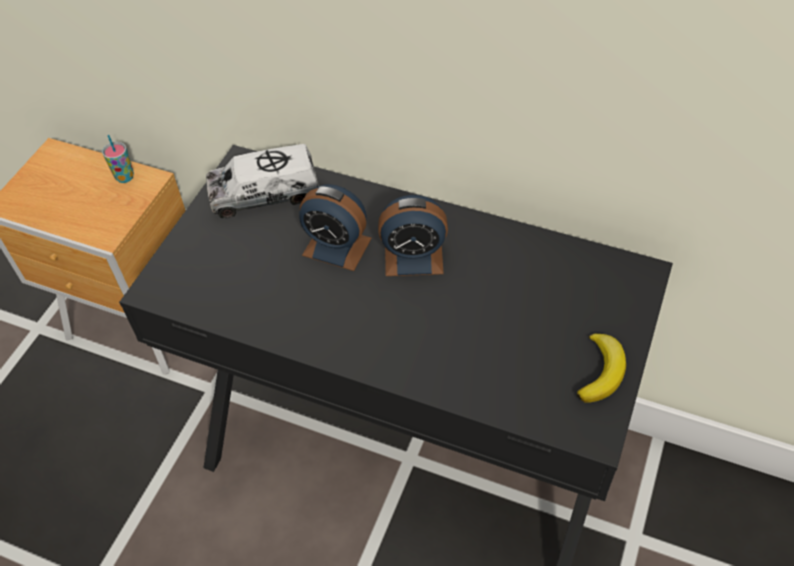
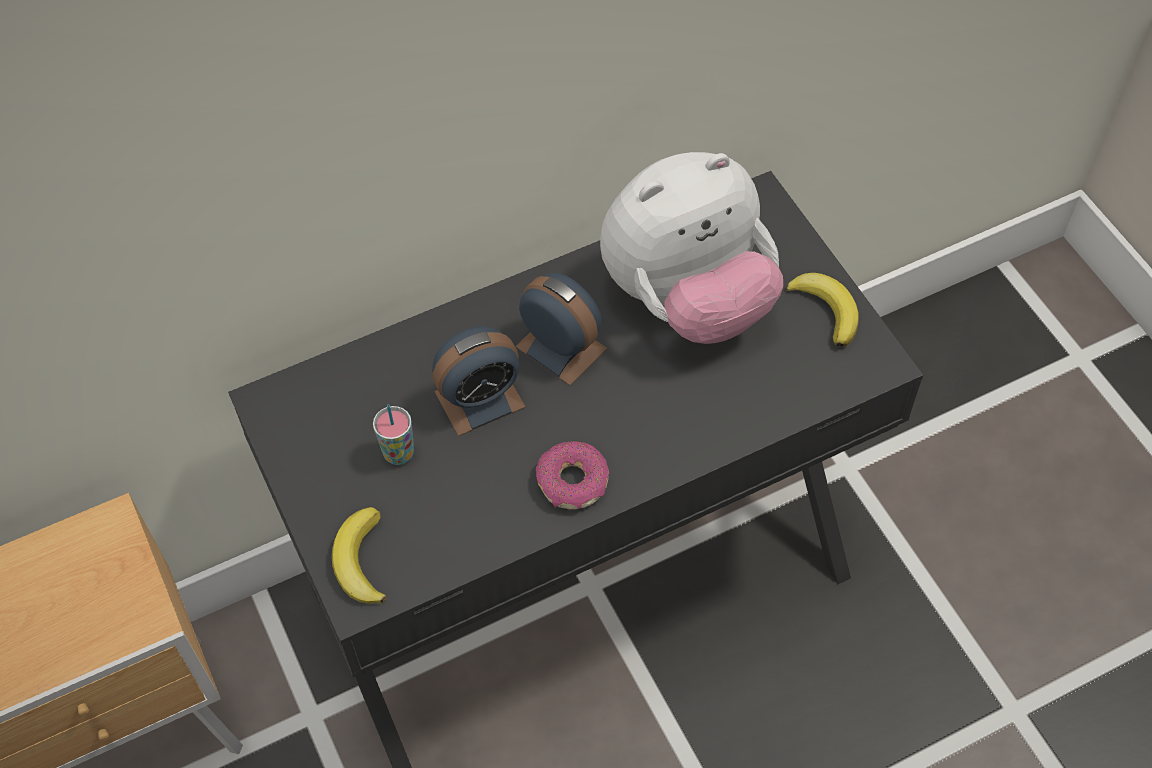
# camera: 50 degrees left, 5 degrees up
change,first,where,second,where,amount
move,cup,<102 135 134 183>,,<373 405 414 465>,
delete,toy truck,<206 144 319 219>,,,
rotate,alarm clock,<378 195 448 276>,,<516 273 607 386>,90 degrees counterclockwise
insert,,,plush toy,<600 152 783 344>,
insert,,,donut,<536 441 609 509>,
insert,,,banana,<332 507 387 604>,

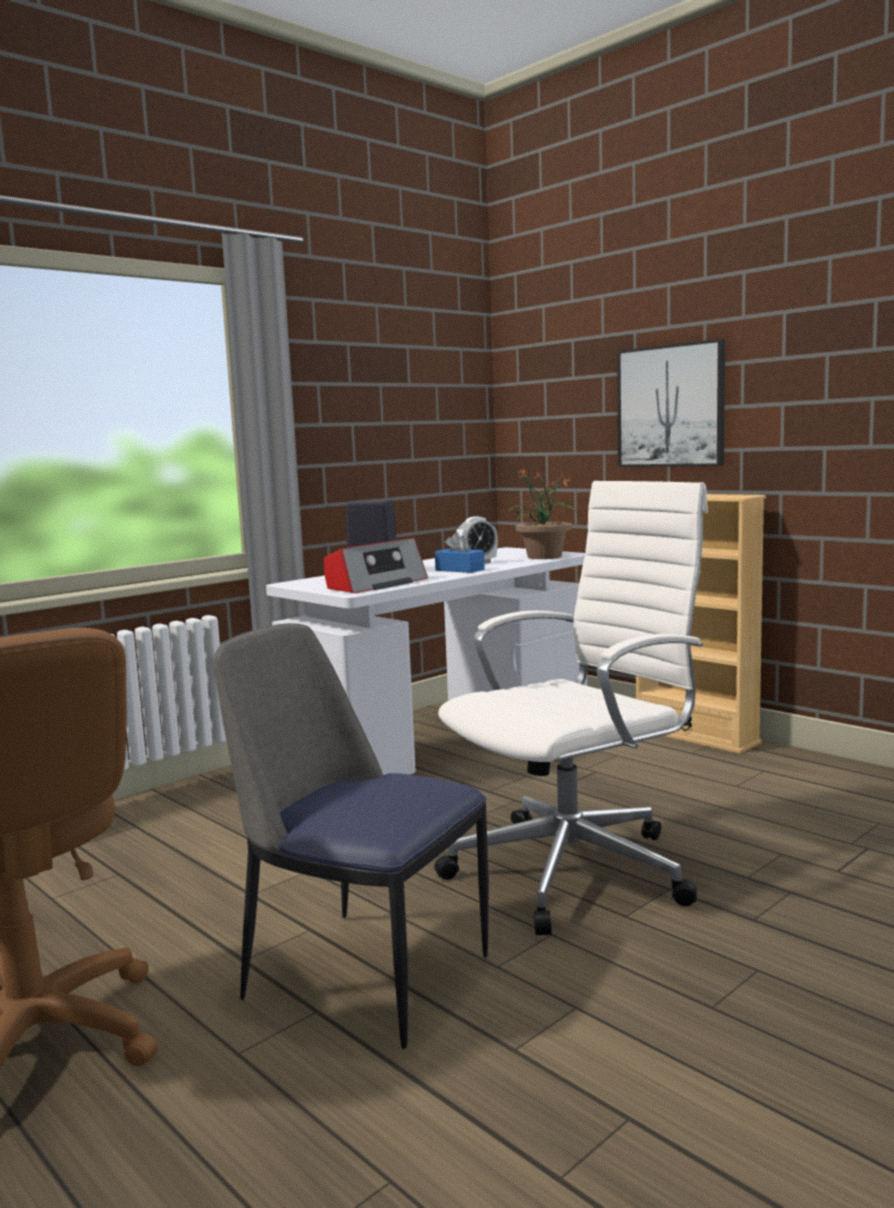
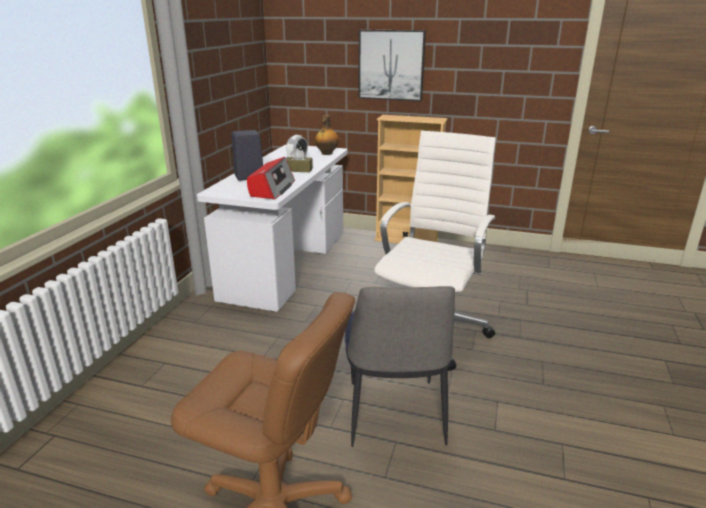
# camera: 30 degrees left, 15 degrees up
change,first,where,second,where,amount
replace,potted plant,<509 468 578 559>,bottle,<315 115 339 155>,
recolor,blue tissue box,<435 532 485 573>,brown tissue box,<286 148 313 172>,
rotate,chair,<213 623 489 1049>,,<345 286 455 447>,90 degrees counterclockwise

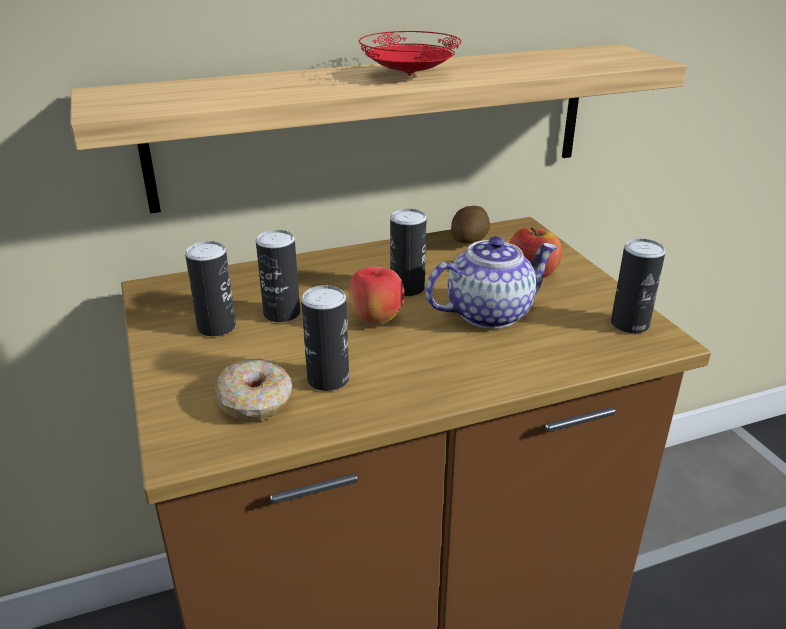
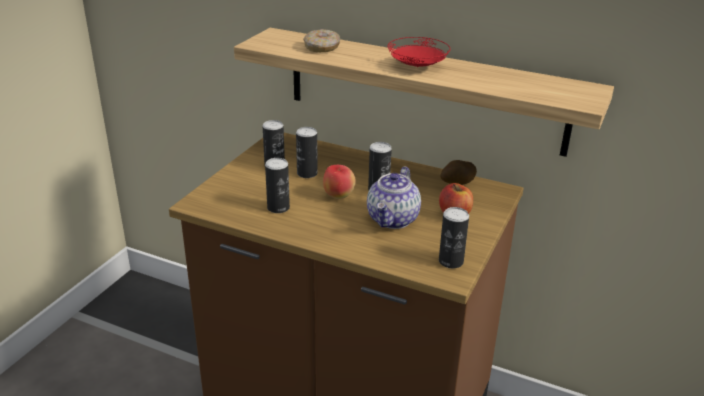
# camera: 45 degrees right, 0 degrees up
change,first,where,second,where,amount
rotate,teapot,<425 236 558 329>,,<367 166 421 229>,90 degrees clockwise
move,donut,<215 359 292 421>,,<303 29 340 52>,

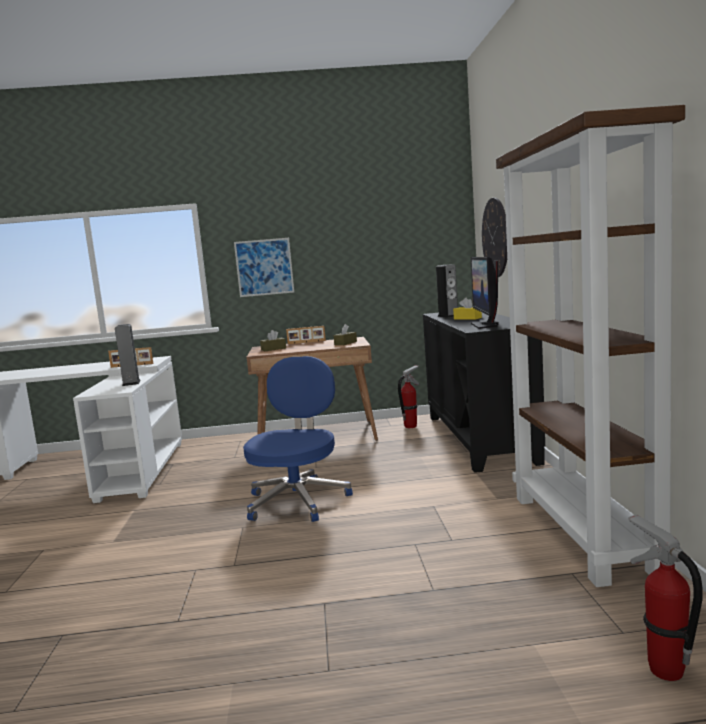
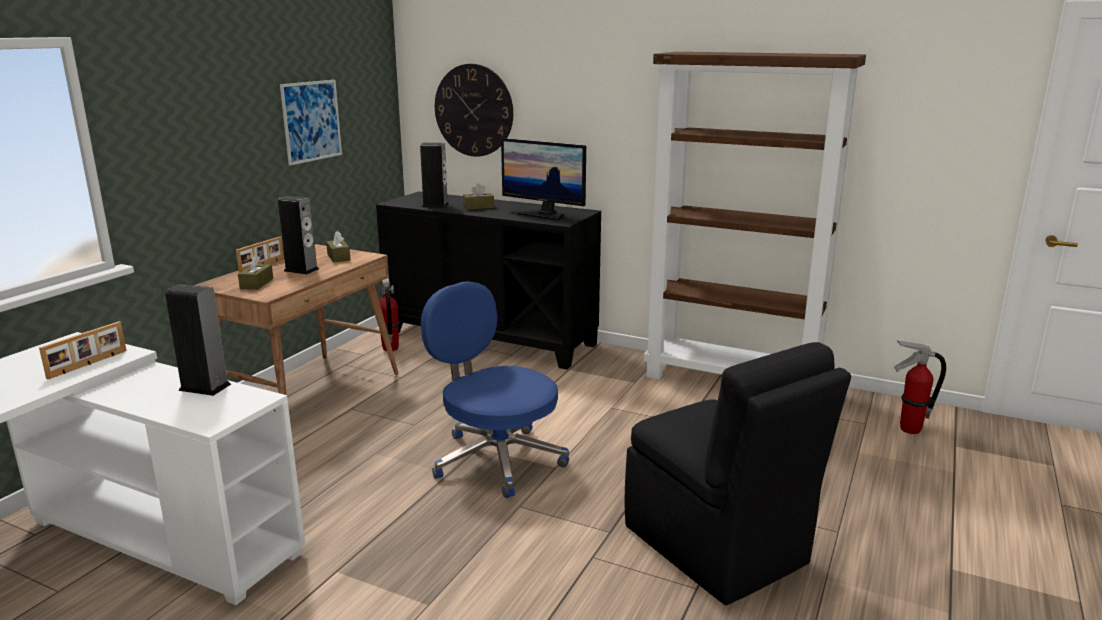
# camera: 60 degrees left, 10 degrees up
change,first,where,second,where,amount
move,picture,<234 238 294 297>,,<280 80 342 165>,
recolor,yellow tissue box,<453 298 482 320>,brown tissue box,<463 183 494 210>,
insert,,,speaker,<278 196 319 274>,
insert,,,black chair,<625 342 851 605>,

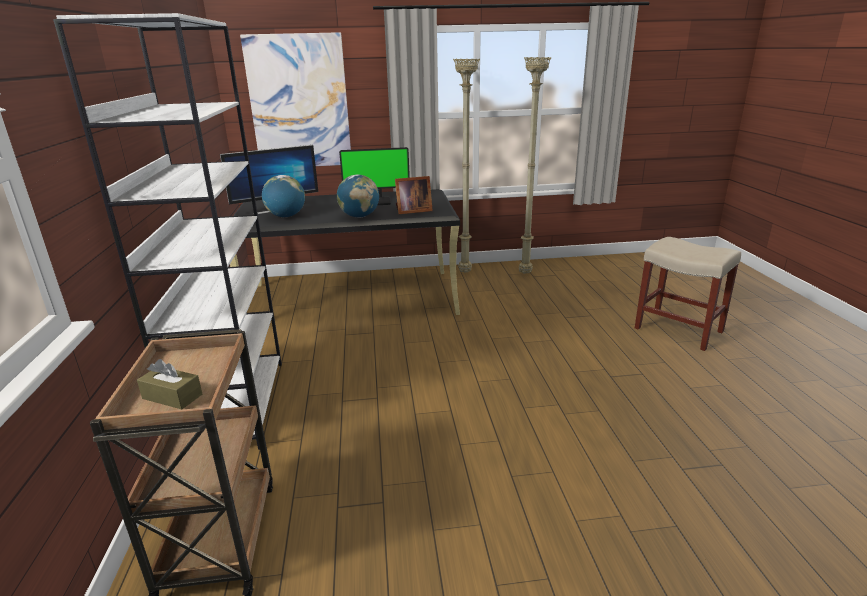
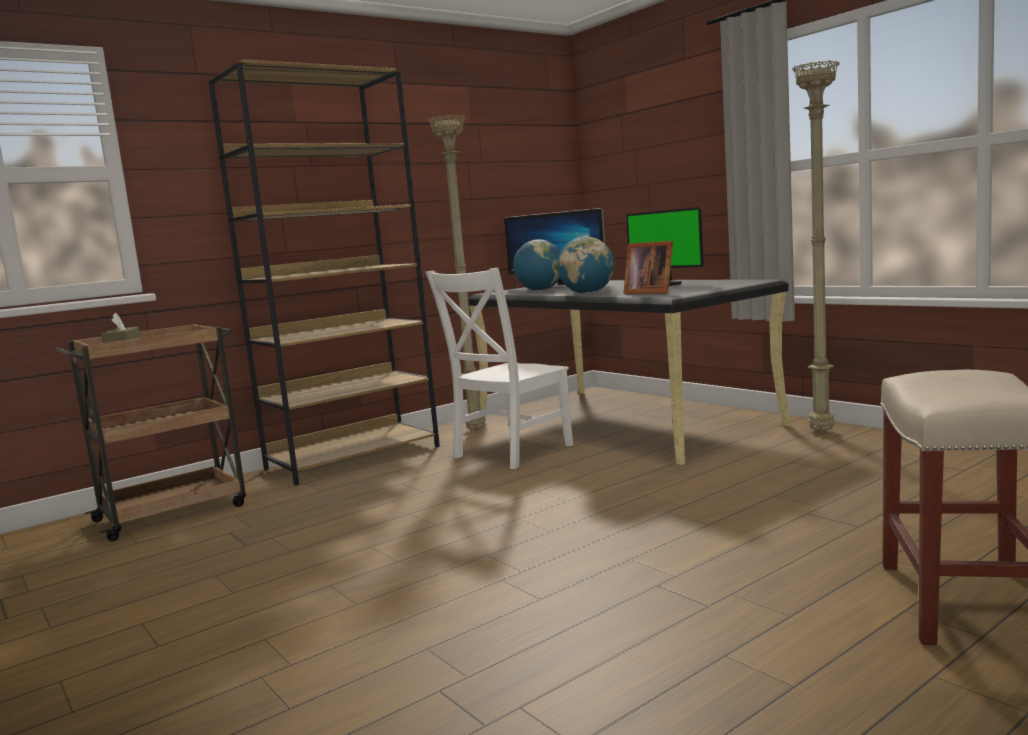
# camera: 60 degrees right, 15 degrees down
change,first,where,second,where,amount
recolor,white bookcase,<53 13 282 450>,brown bookcase,<208 59 440 486>,
delete,picture,<240 32 351 166>,,,
move,beige floor lamp,<519 57 552 274>,,<428 115 486 430>,
insert,,,white chair,<425 268 573 469>,

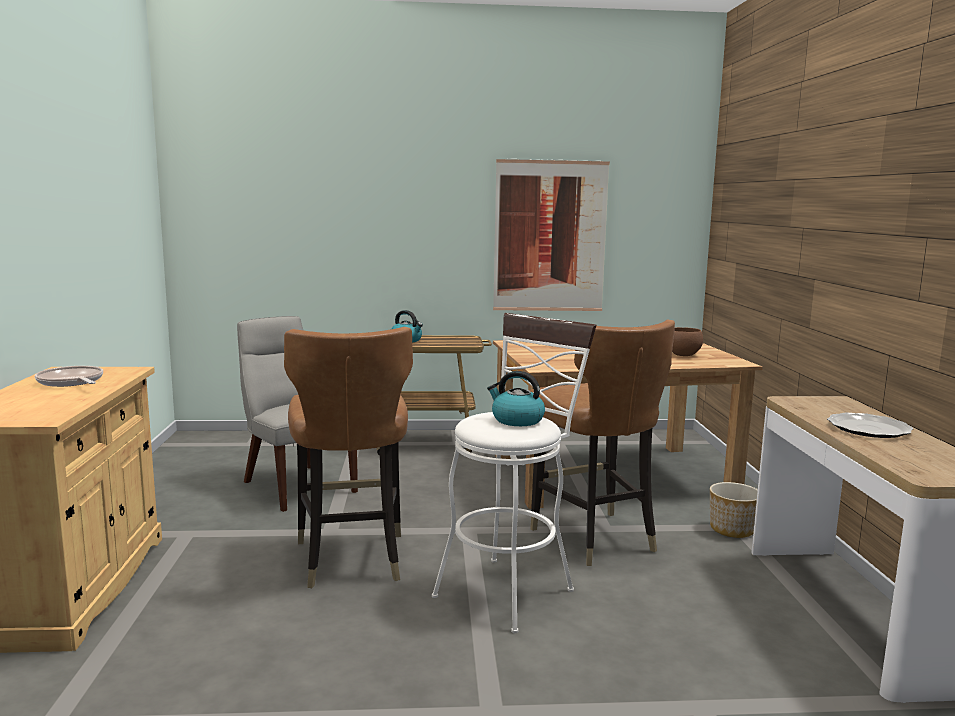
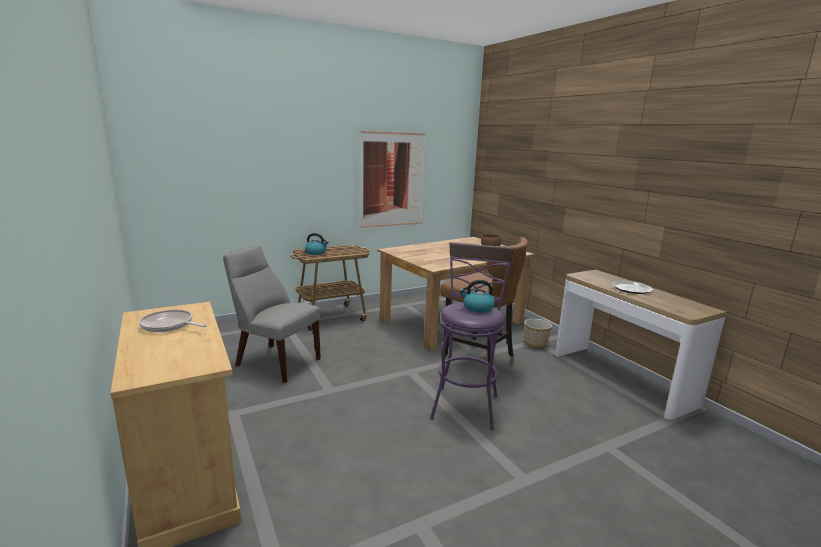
# camera: 25 degrees left, 5 degrees up
change,first,where,second,where,amount
recolor,white stool,<432 313 596 633>,purple stool,<430 242 514 430>,
delete,brown chair,<284 327 413 588>,,,

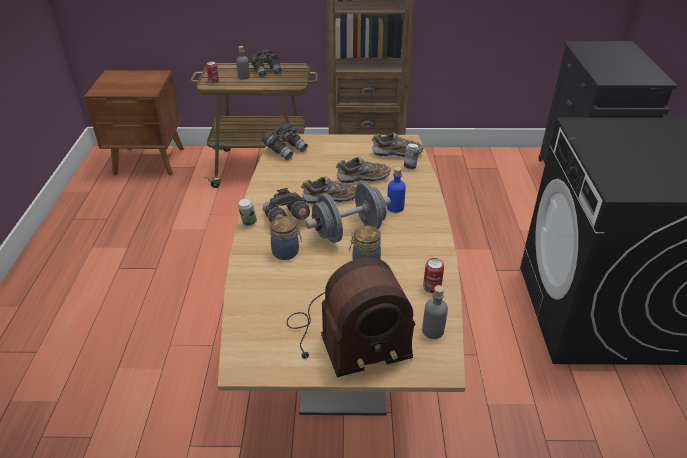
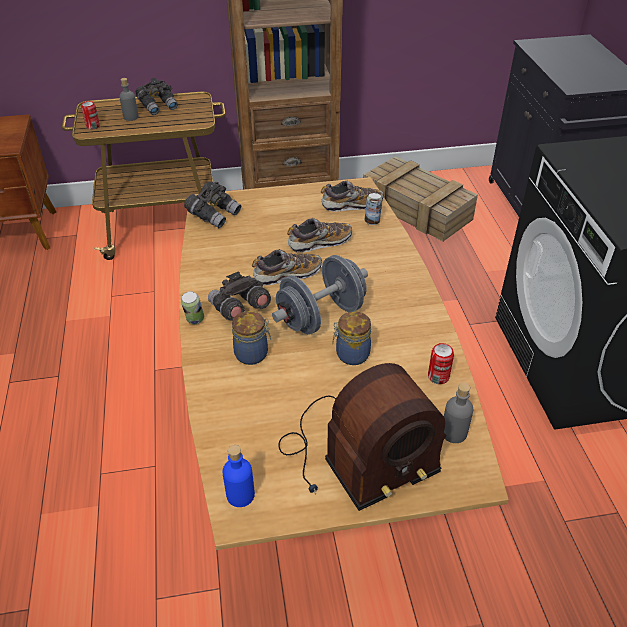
# camera: 10 degrees left, 5 degrees up
change,first,where,second,where,amount
move,blue bottle,<387 167 406 213>,,<222 445 255 507>,
insert,,,crate,<363 156 478 241>,

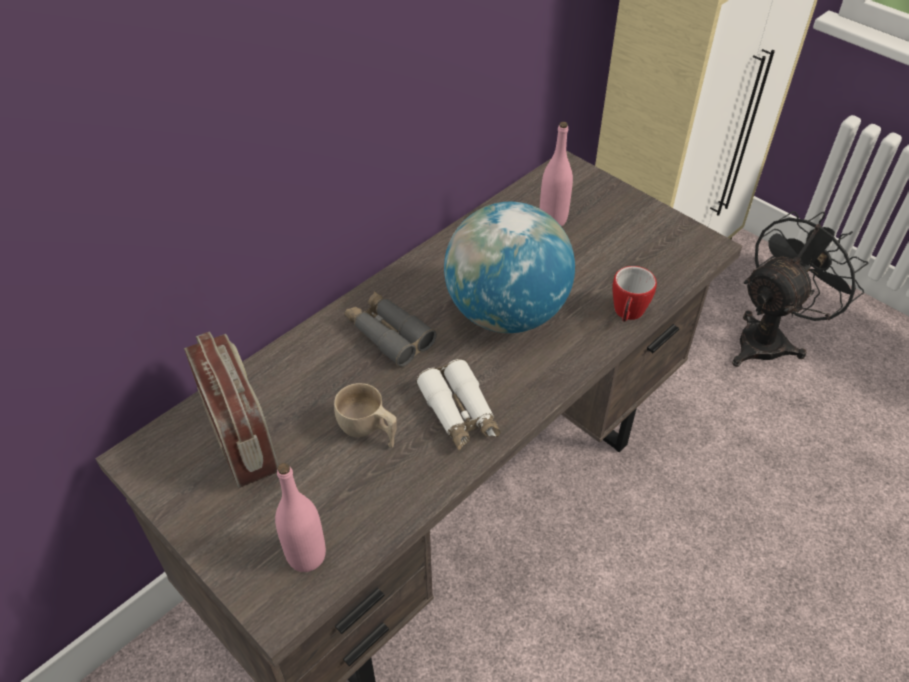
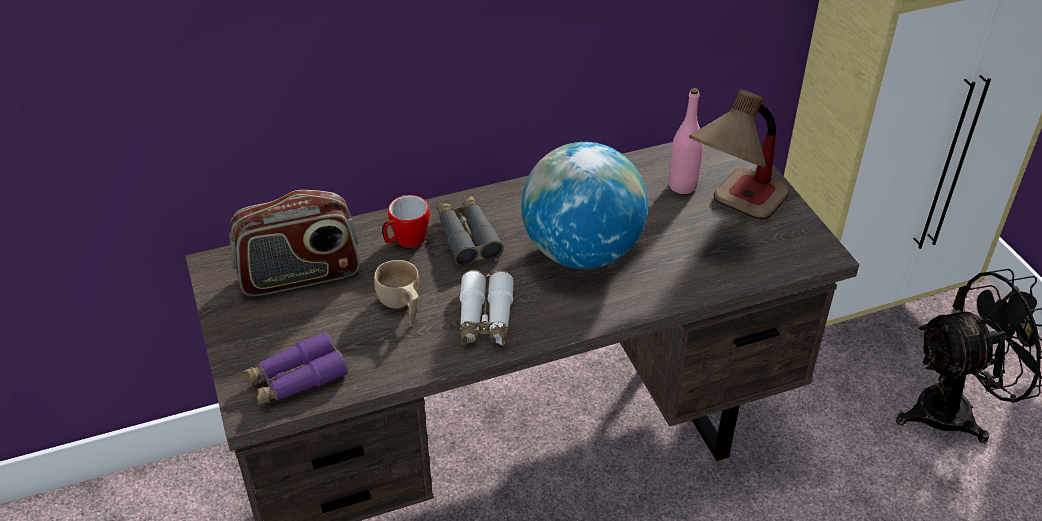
# camera: 25 degrees right, 5 degrees down
change,first,where,second,where,amount
move,mug,<613 266 657 322>,,<382 195 430 248>,
rotate,radio,<184 332 278 488>,,<229 190 360 296>,75 degrees clockwise
replace,pink bottle,<275 463 326 572>,purple binoculars,<241 331 348 406>,
insert,,,table lamp,<689 89 789 221>,

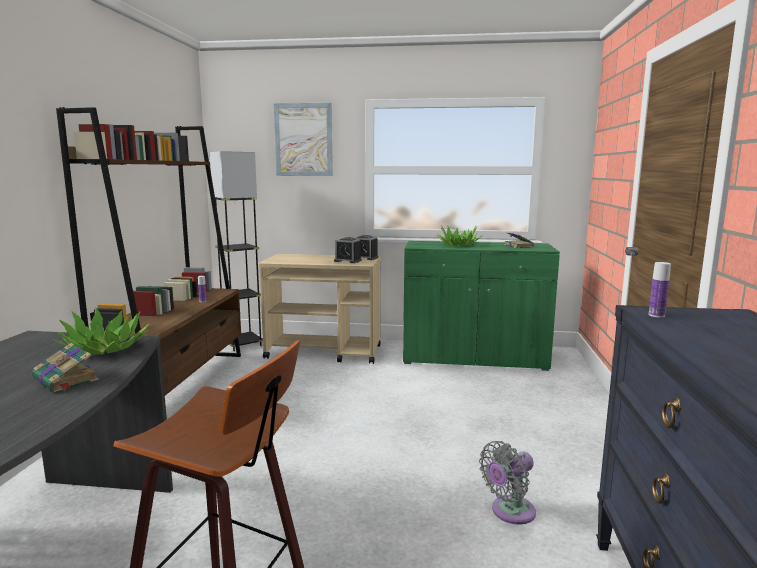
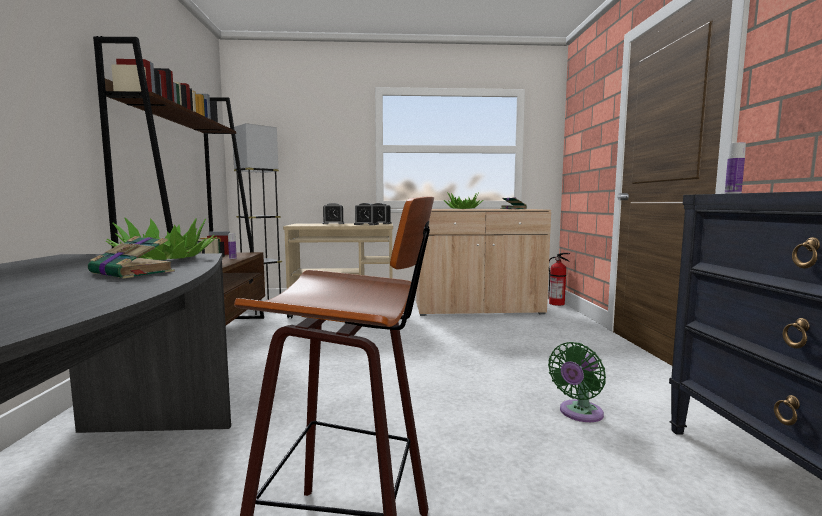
# camera: 10 degrees left, 5 degrees down
change,first,where,second,where,amount
delete,picture,<274 103 333 176>,,,
recolor,green cabinet,<403 241 560 371>,beige cabinet,<416 209 551 316>,
recolor,grey fan,<479 441 536 524>,green fan,<548 342 606 422>,
insert,,,alarm clock,<323 203 344 224>,
insert,,,fire extinguisher,<548 253 570 306>,

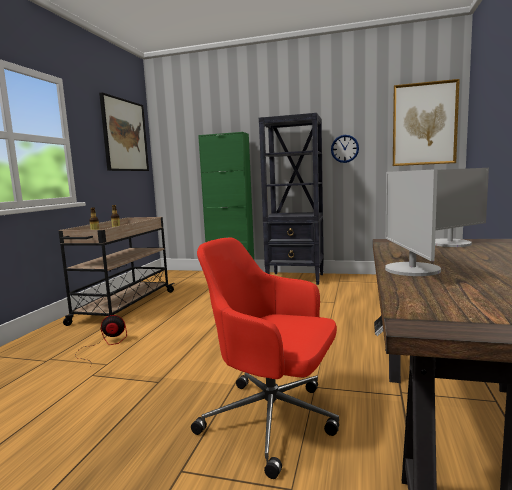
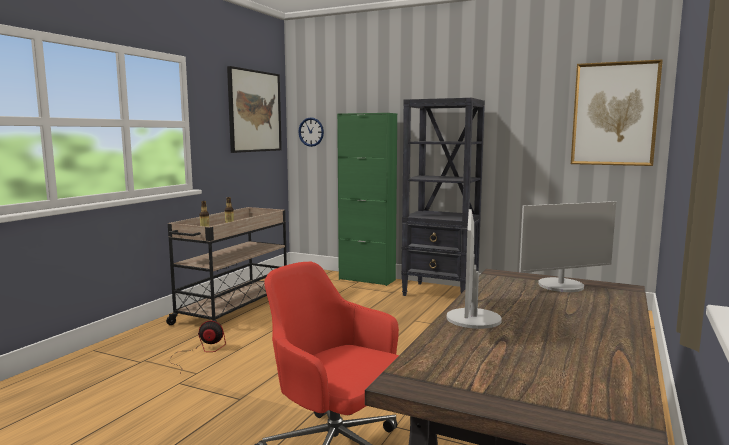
# camera: 10 degrees right, 0 degrees up
change,first,where,second,where,amount
move,wall clock,<331 135 359 163>,,<298 117 324 147>,

